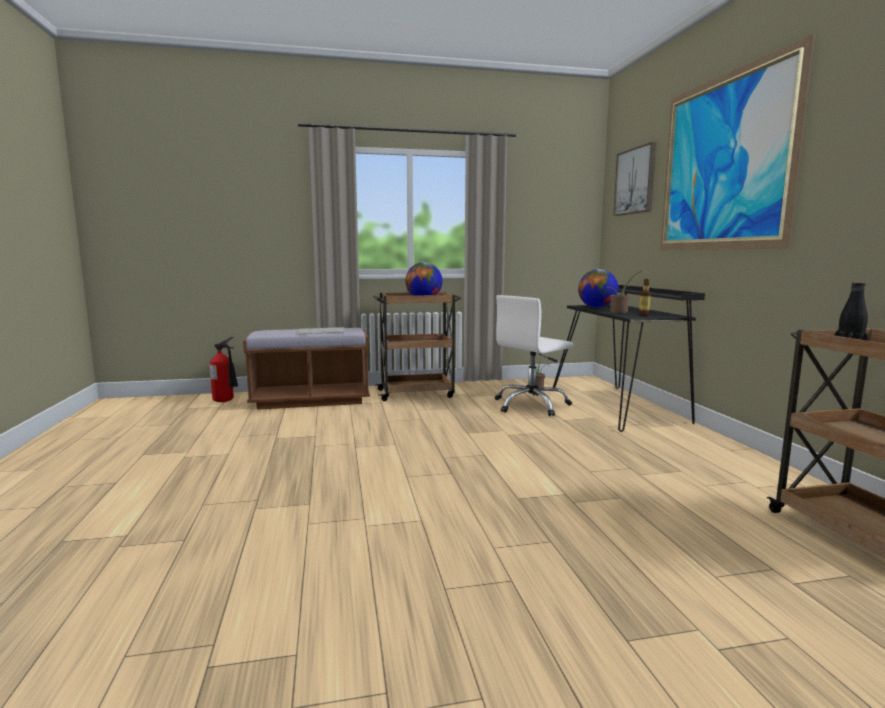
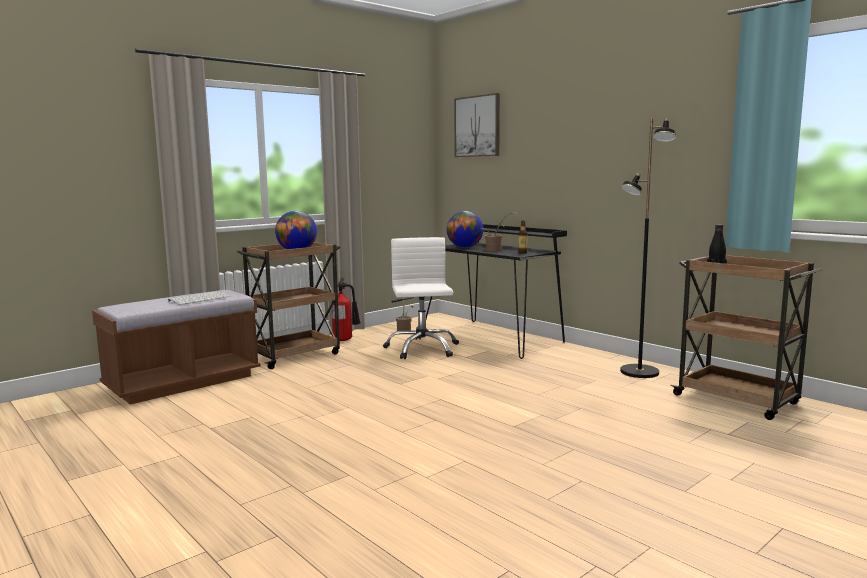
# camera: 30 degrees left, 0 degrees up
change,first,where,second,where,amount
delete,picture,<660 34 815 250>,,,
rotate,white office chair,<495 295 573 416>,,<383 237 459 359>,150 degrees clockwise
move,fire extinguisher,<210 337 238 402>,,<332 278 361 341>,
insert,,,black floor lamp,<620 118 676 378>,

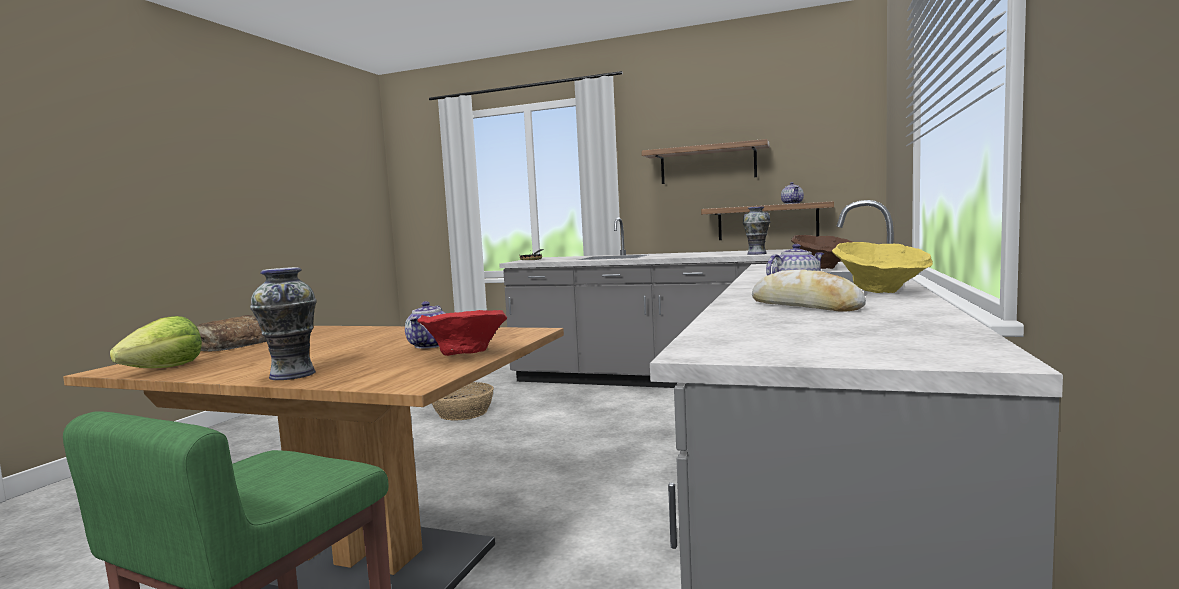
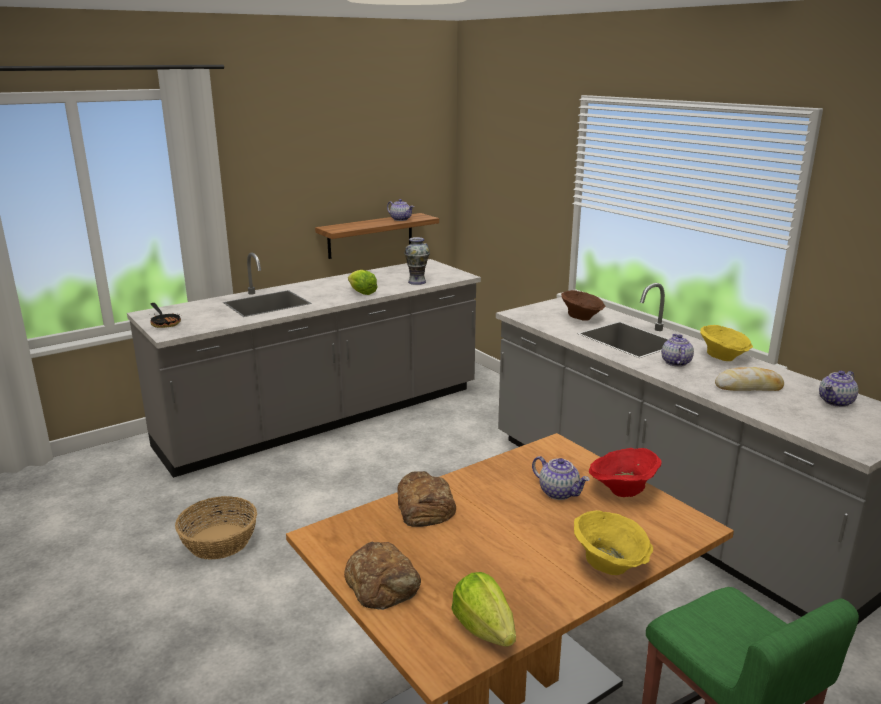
# camera: 55 degrees left, 15 degrees up
change,first,where,second,where,amount
delete,shelf,<642 139 769 184>,,,
replace,vase,<250 267 317 380>,yellow bowl,<574 510 653 575>,
insert,,,lettuce,<348 270 377 295>,
insert,,,teapot,<819 371 858 407>,
insert,,,bread,<397 471 456 527>,

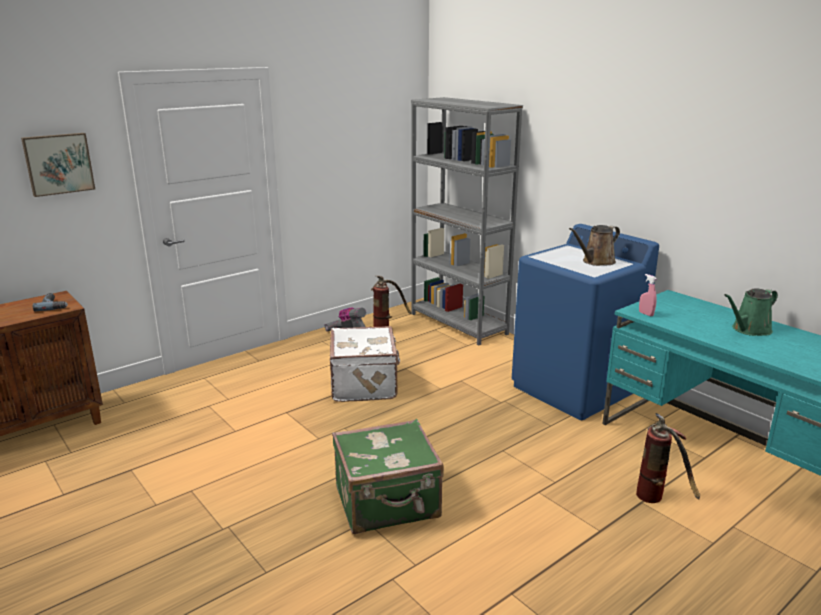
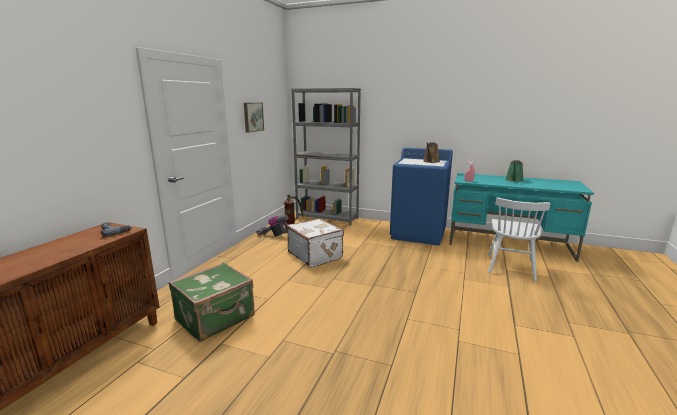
# camera: 30 degrees left, 5 degrees down
change,first,where,second,where,amount
move,picture,<21 133 95 197>,,<244 103 264 133>,
replace,fire extinguisher,<636 413 700 503>,white chair,<488 197 550 281>,
move,green suitcase,<332 419 444 534>,,<168 262 255 342>,

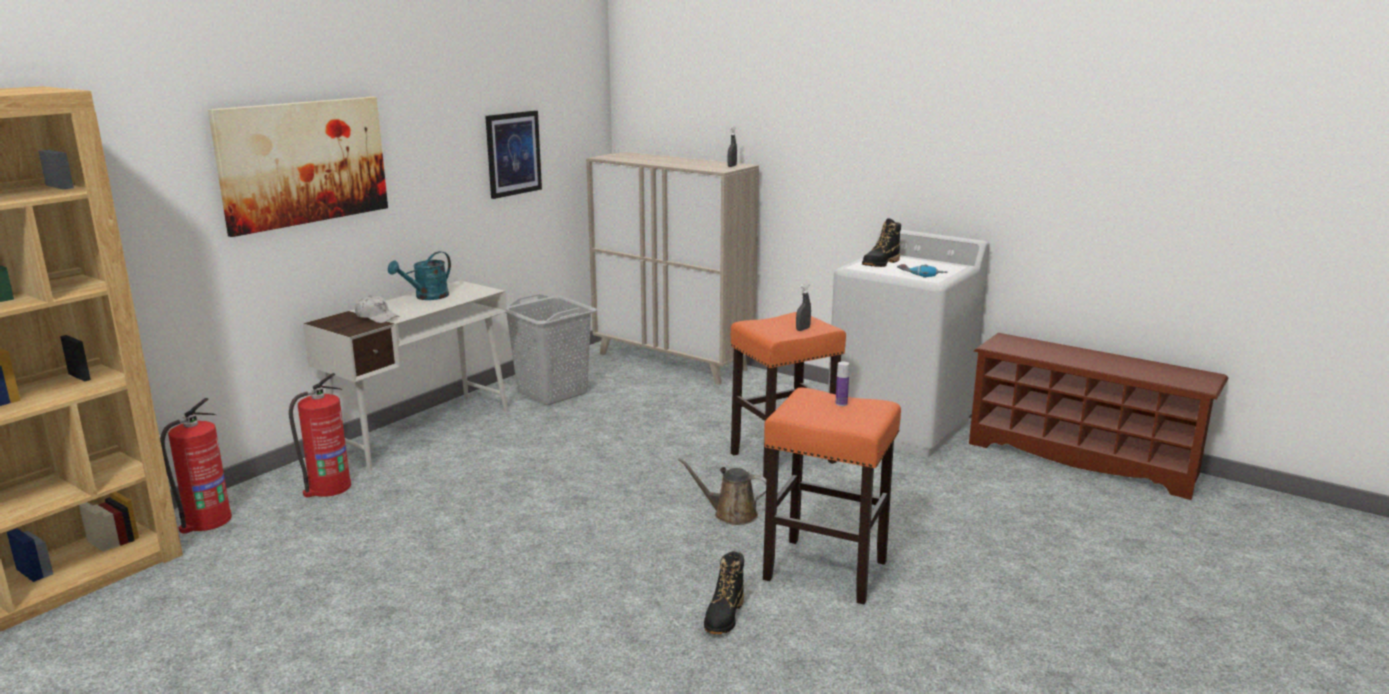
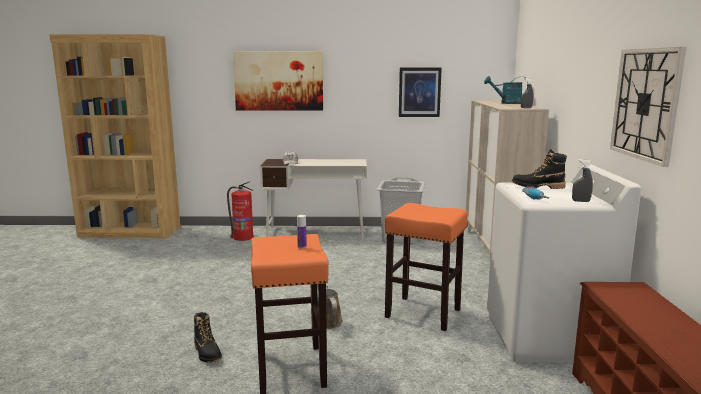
# camera: 55 degrees right, 5 degrees down
change,first,where,second,where,amount
move,turquoise watering can,<388 251 451 300>,,<484 76 527 104>,
move,grey spray bottle,<796 283 811 331>,,<572 159 593 202>,
delete,fire extinguisher,<160 398 232 534>,,,
rotate,black boot,<704 551 744 634>,,<194 312 222 363>,105 degrees counterclockwise
insert,,,wall clock,<610 47 686 167>,

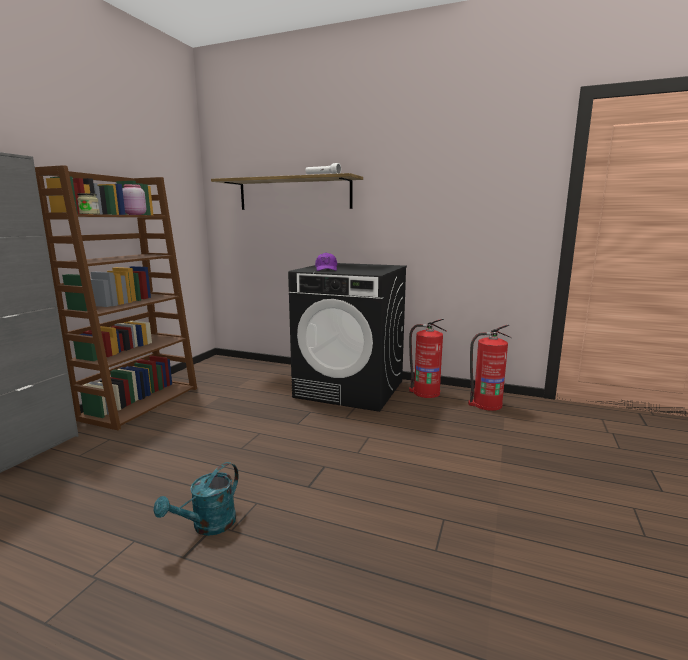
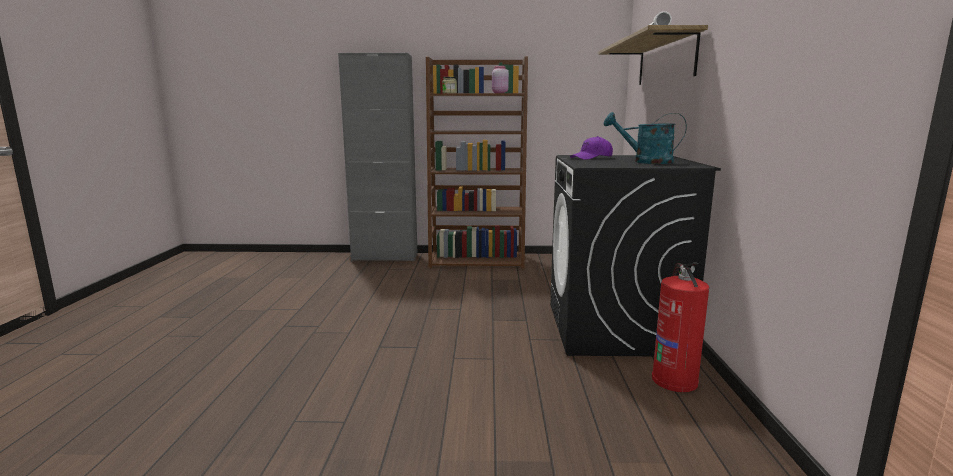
# camera: 70 degrees right, 0 degrees up
change,first,where,second,where,amount
delete,fire extinguisher,<468 325 511 411>,,,
move,turquoise watering can,<154 462 239 536>,,<604 112 687 164>,

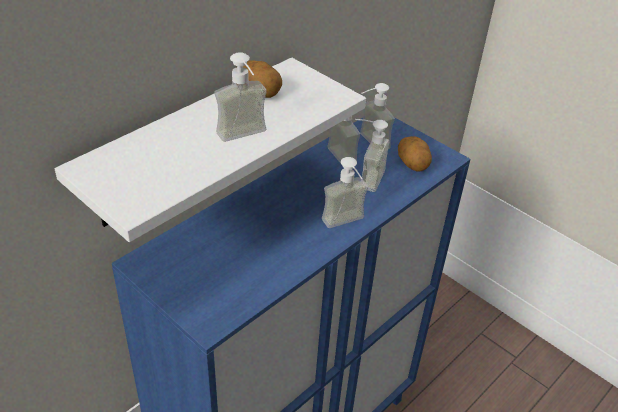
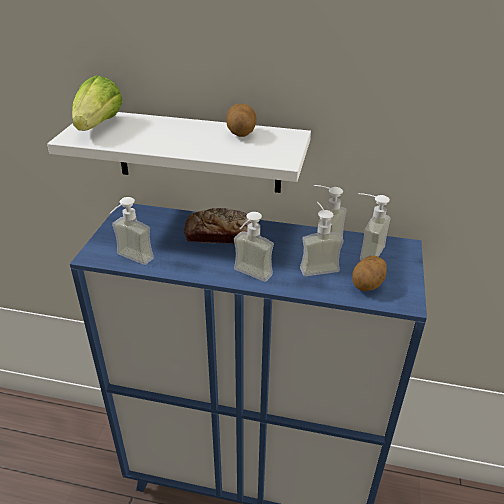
# camera: 60 degrees right, 5 degrees down
change,first,where,second,where,amount
move,soap dispenser,<214 52 267 142>,,<110 197 154 265>,
insert,,,lettuce,<72 75 123 131>,
insert,,,bread,<184 208 259 244>,

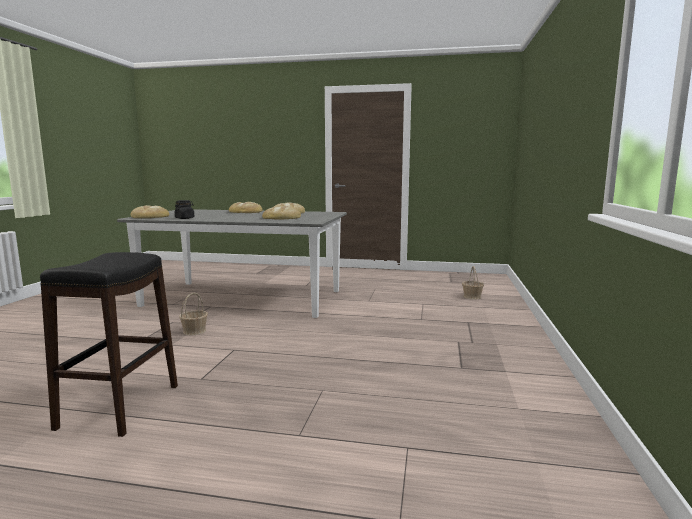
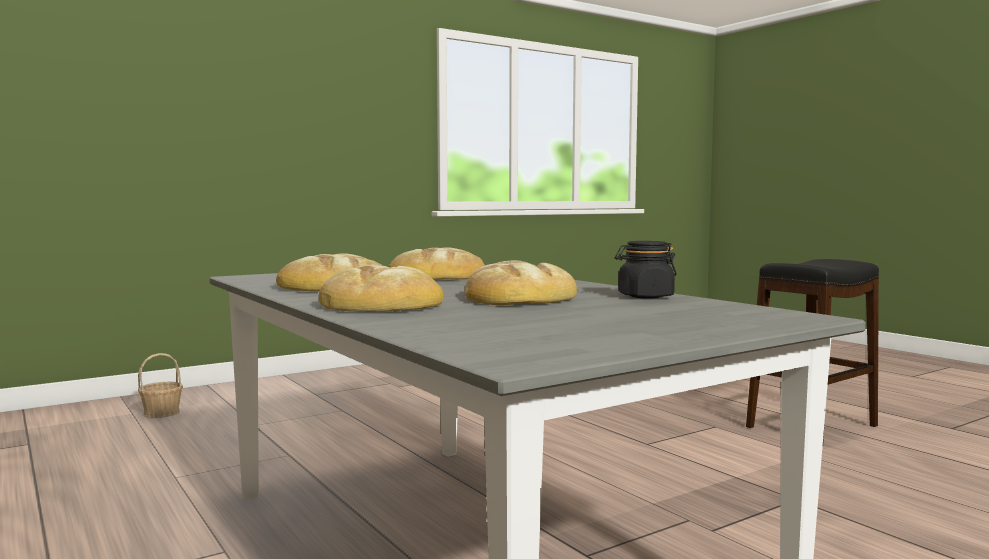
# camera: 135 degrees left, 5 degrees down
change,first,where,second,where,amount
move,bread,<131 205 169 218>,,<465 261 577 305>,
delete,basket,<179 293 208 335>,,,

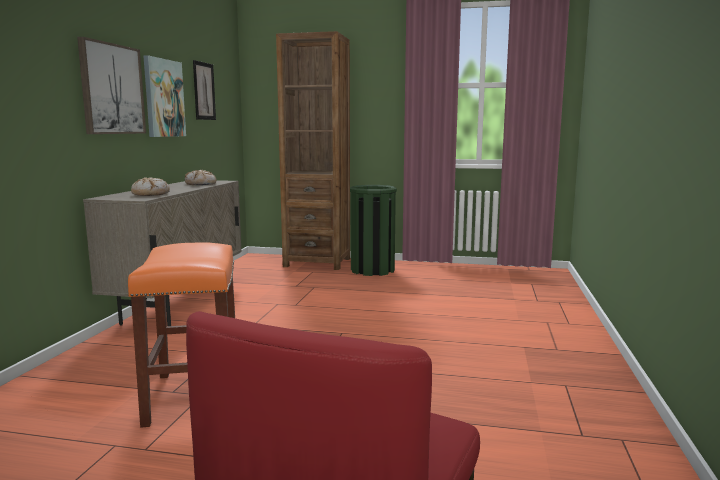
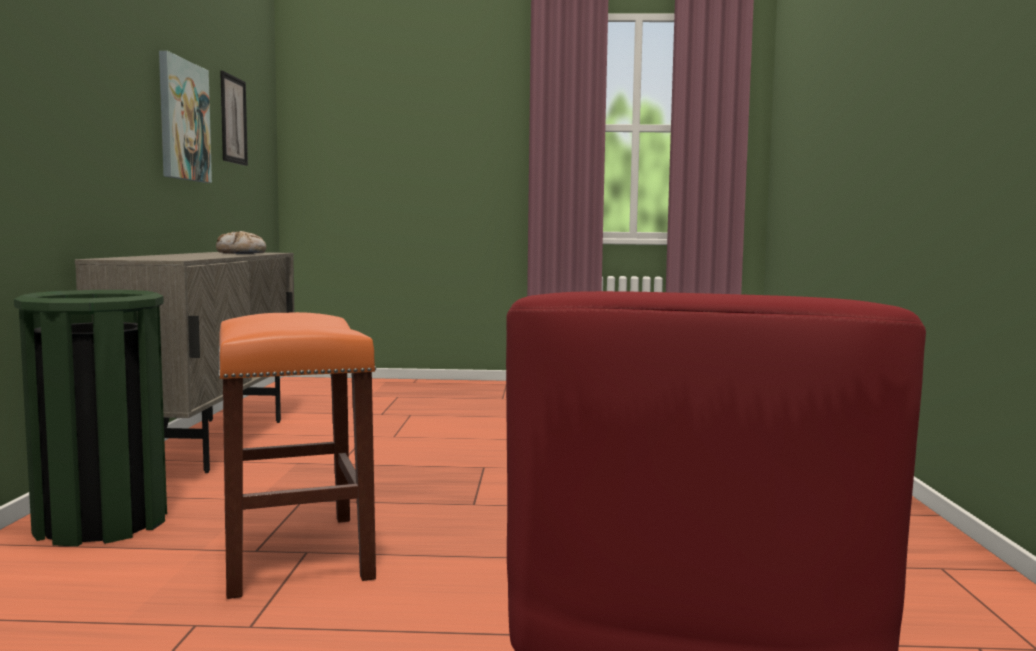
# camera: 10 degrees left, 5 degrees down
change,first,where,second,where,amount
delete,brown bookcase,<276 31 350 270>,,,
delete,picture,<77 37 146 134>,,,
delete,bread,<131 177 170 196>,,,
move,green trash can,<350 185 397 276>,,<14 290 167 546>,

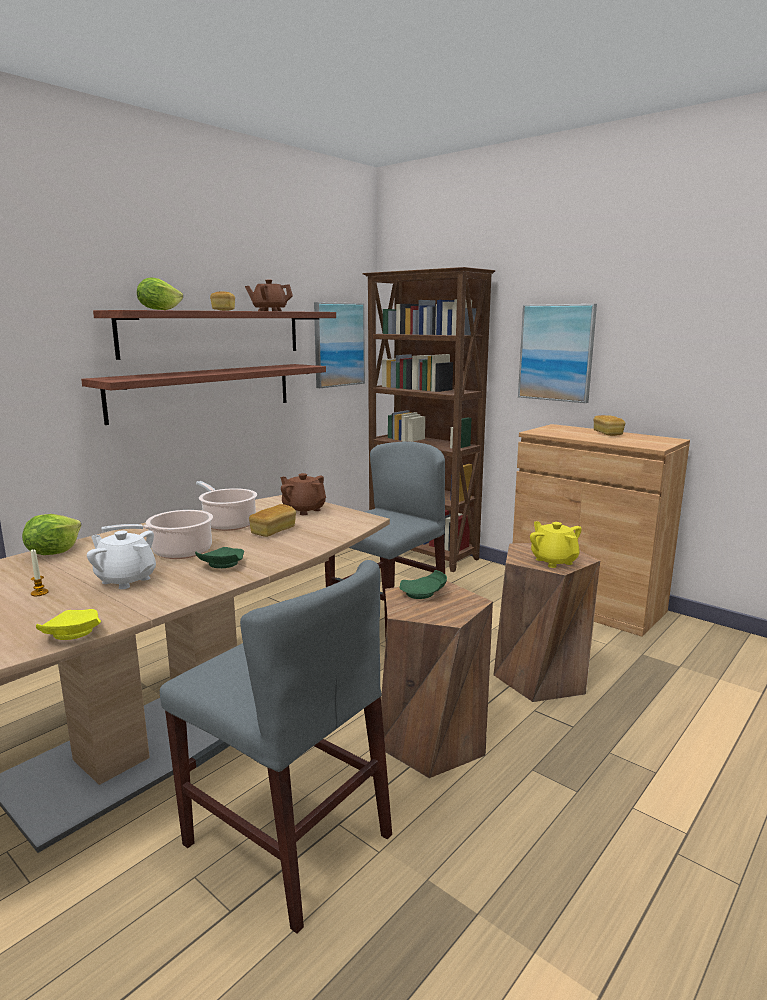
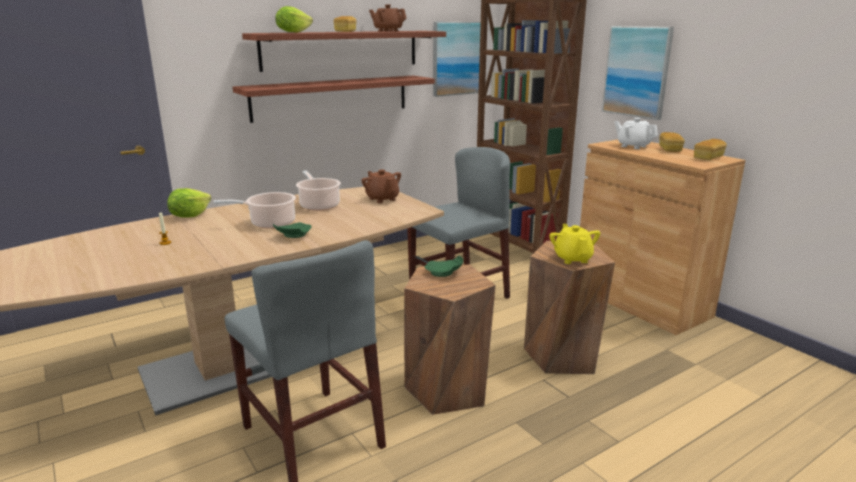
# camera: 15 degrees right, 5 degrees up
change,first,where,second,where,amount
move,bread,<249 504 296 537>,,<694 139 727 160>,
move,white teapot,<87 530 156 589>,,<614 118 658 149>,
delete,yellow plate,<36 609 101 640>,,,

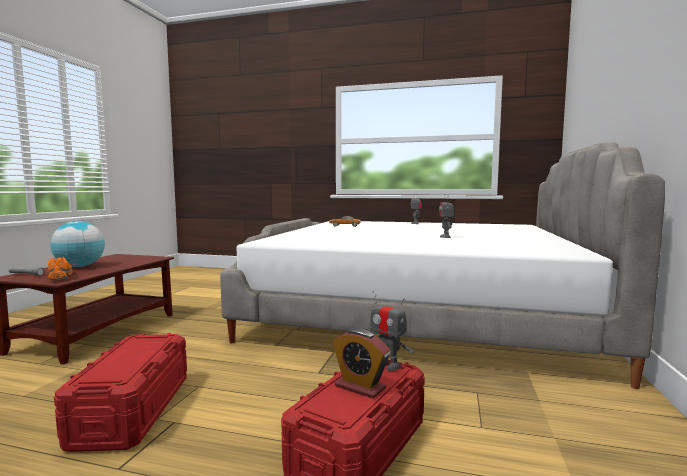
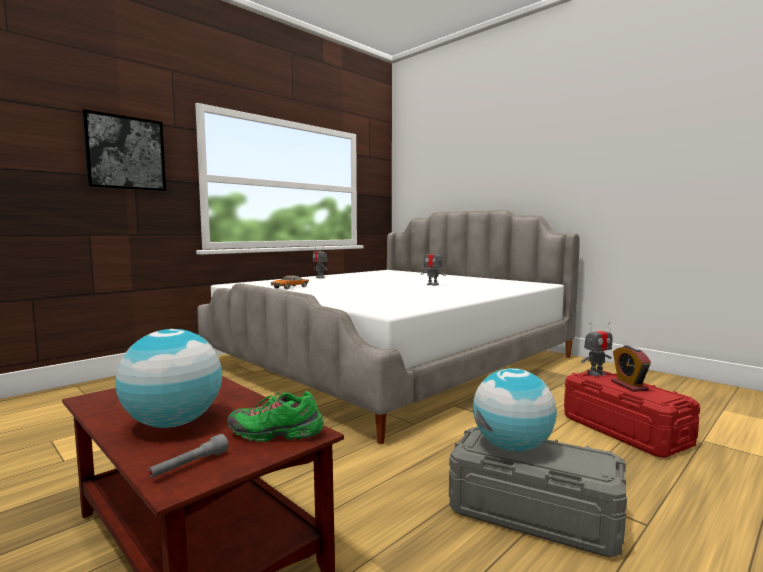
# camera: 60 degrees left, 0 degrees up
change,first,where,second,where,amount
recolor,orange shoe,<48 257 73 280>,green shoe,<227 391 324 442>,
rotate,alarm clock,<332 329 390 399>,,<611 345 651 392>,105 degrees clockwise
recolor,red storage box,<54 333 187 452>,grey storage box,<449 427 627 557>,
insert,,,picture,<82 109 166 191>,
insert,,,globe,<473 368 557 452>,

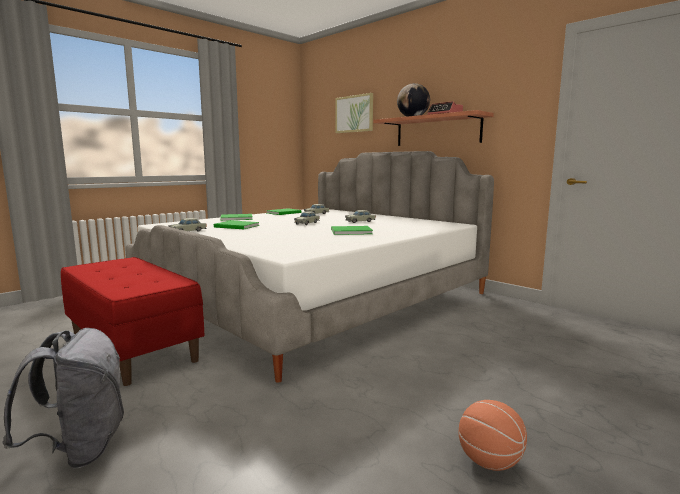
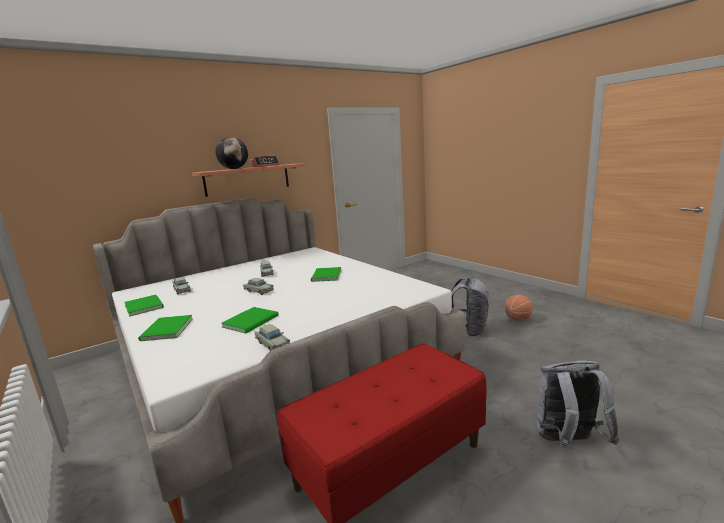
# camera: 80 degrees left, 5 degrees up
change,first,where,second,where,amount
delete,picture,<335 93 373 133>,,,
insert,,,grey backpack,<451 278 489 336>,

